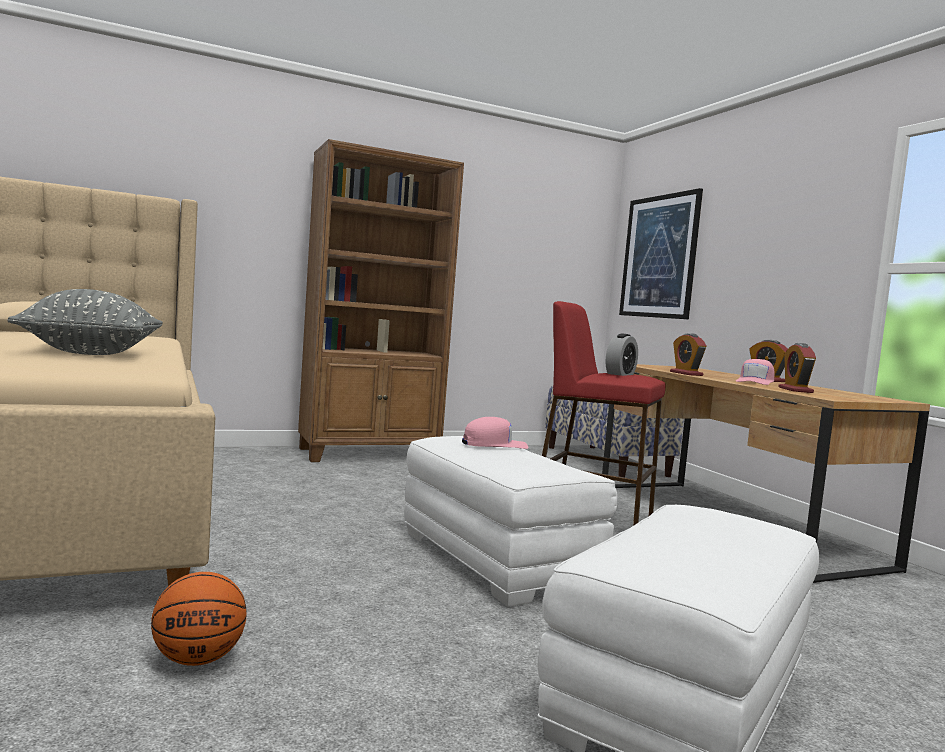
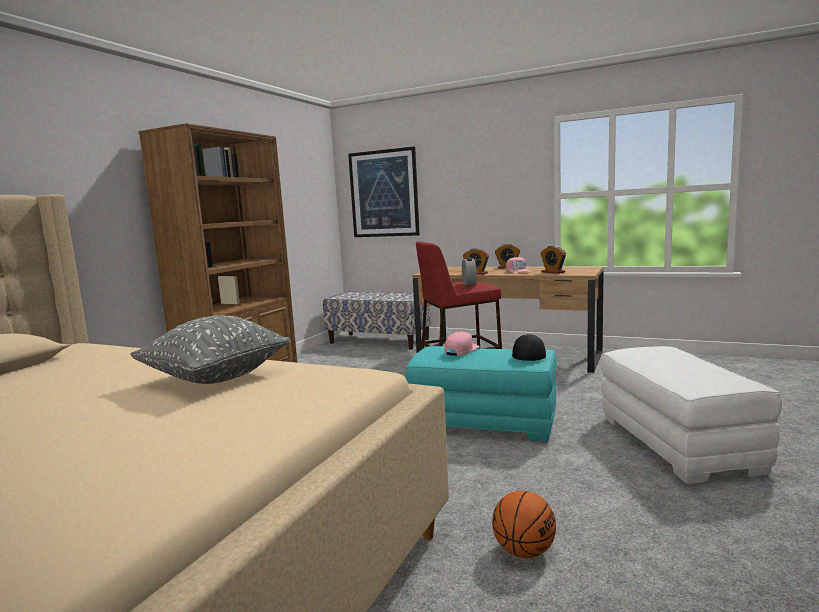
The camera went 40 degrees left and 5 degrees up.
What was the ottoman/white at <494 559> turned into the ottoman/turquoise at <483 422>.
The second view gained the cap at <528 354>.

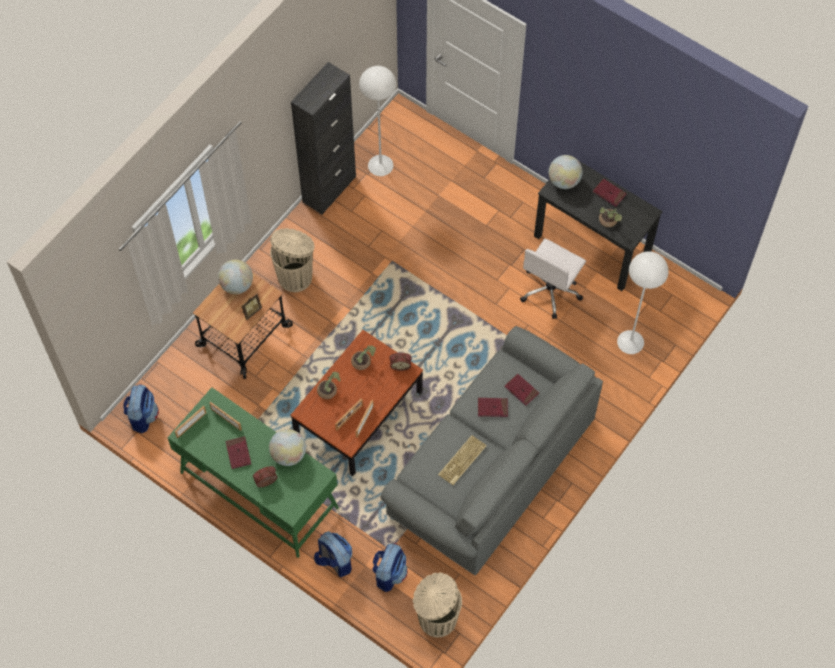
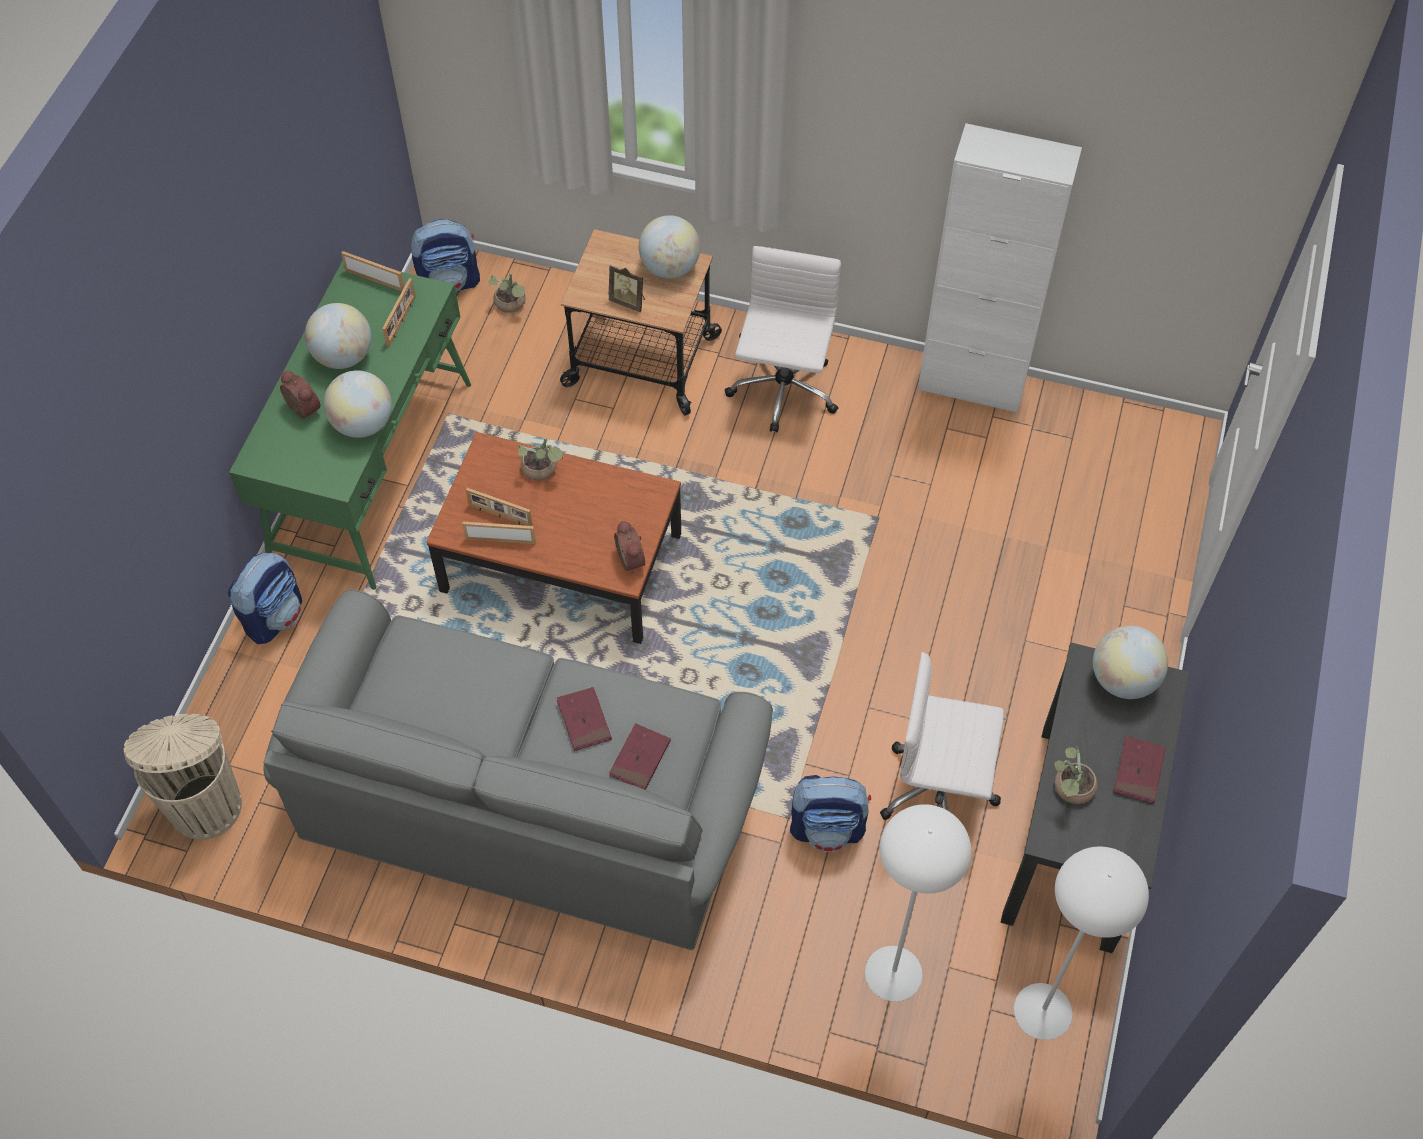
The camera went 70 degrees right and 5 degrees down.
Where the book/red stood at <238 453>, the globe came to stand at <343 356>.
Where the trash can/beige stood at <295 276>, the office chair/white came to stand at <782 392>.
What was the cabinet/black at <329 189> turned into the cabinet/white at <972 384>.
The potted plant ended up elsewhere, having gone from <363 362> to <511 305>.
The floor lamp/white ended up elsewhere, having gone from <380 165> to <1042 1011>.
The backpack ended up elsewhere, having gone from <389 573> to <828 828>.
The second view lost the keyboard at <462 461>.

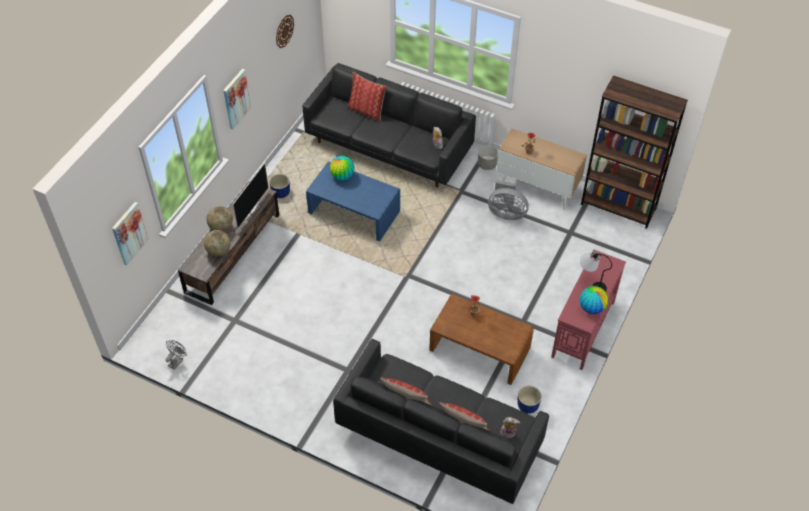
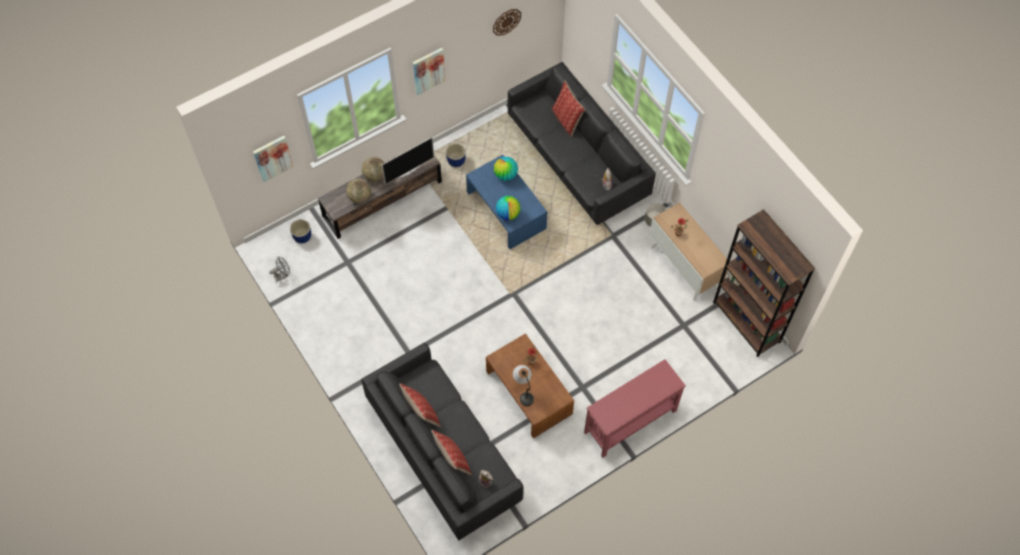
The camera went 30 degrees right and 10 degrees up.
The second view lost the fan/grey at <506 213>.
The planter/blue ended up elsewhere, having gone from <528 406> to <302 237>.
The table lamp ended up elsewhere, having gone from <591 283> to <524 390>.
The globe ended up elsewhere, having gone from <591 308> to <508 214>.

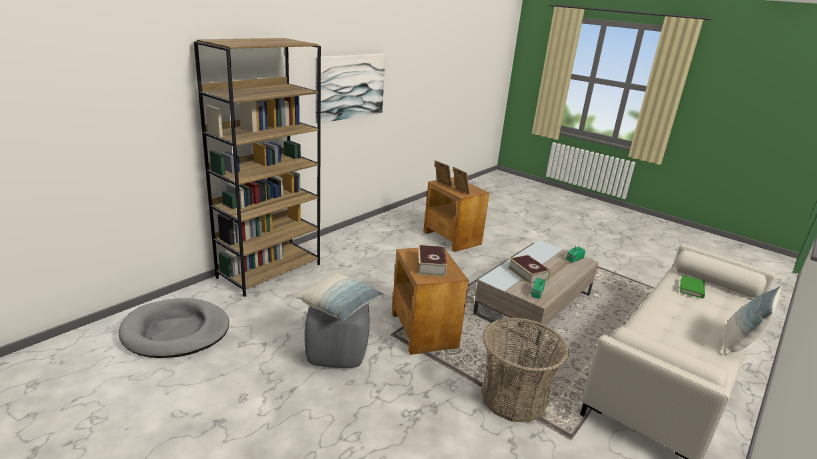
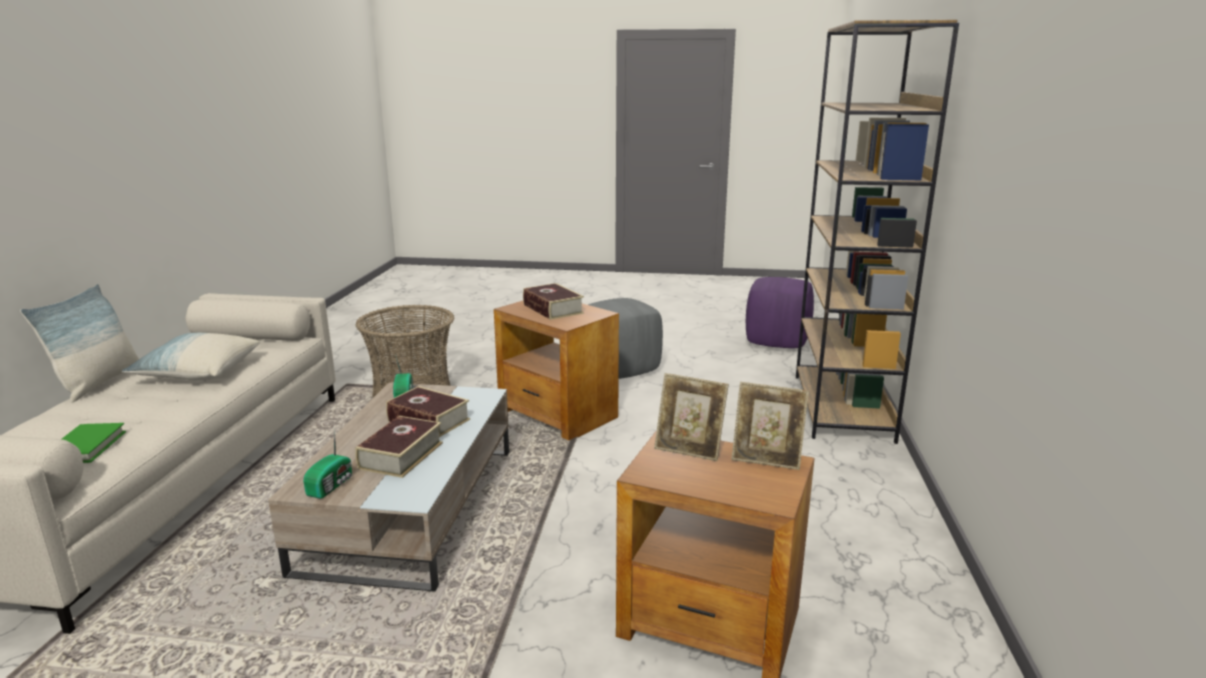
The camera went 150 degrees right and 5 degrees down.
Where the dog bed/grey stood at <176 332>, the ottoman/purple came to stand at <776 342>.
The pillow ended up elsewhere, having gone from <340 305> to <198 373>.
The second view lost the picture at <350 86>.
The second view gained the book at <401 455>.

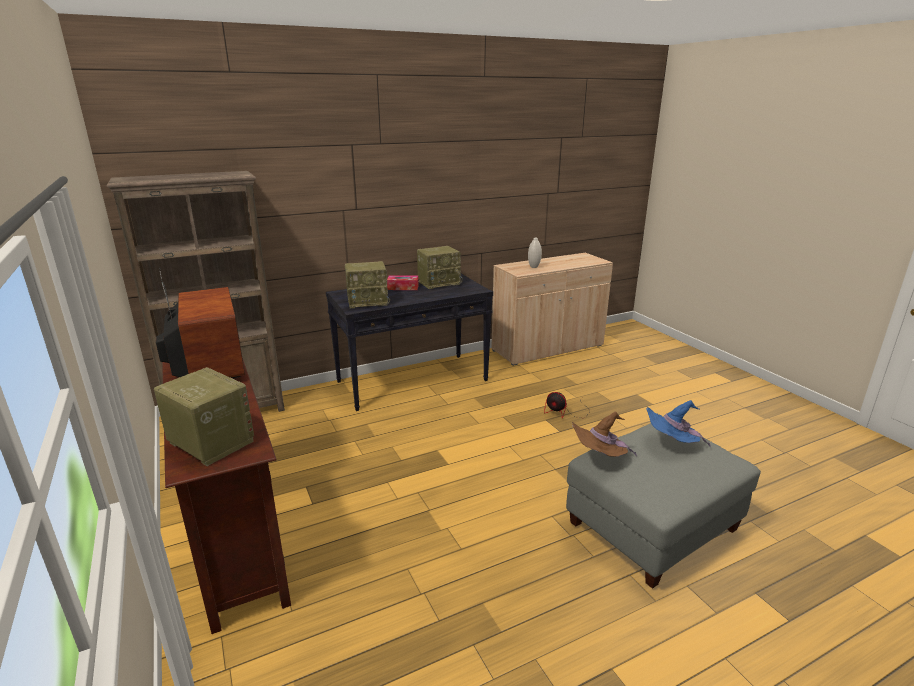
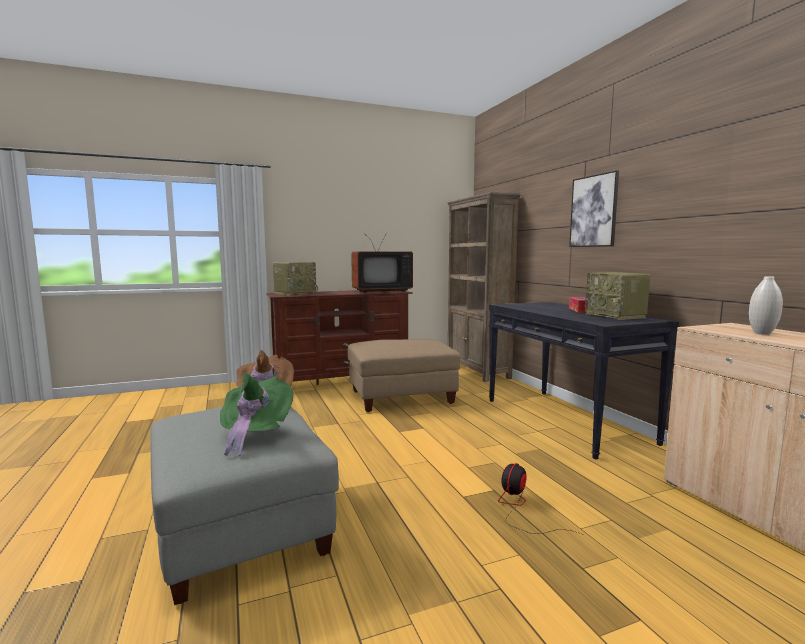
The camera went 95 degrees right and 15 degrees down.
The second view lost the radio at <368 301>.
What was the hat/blue at <671 444> turned into the hat/green at <255 434>.
The second view gained the ottoman/beige at <402 397>.
The second view gained the picture at <593 211>.

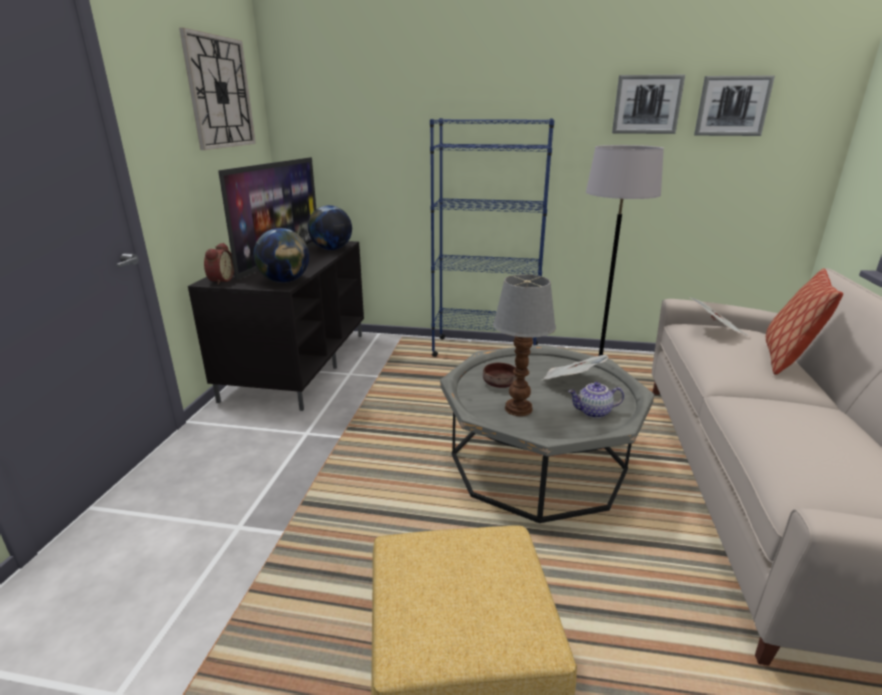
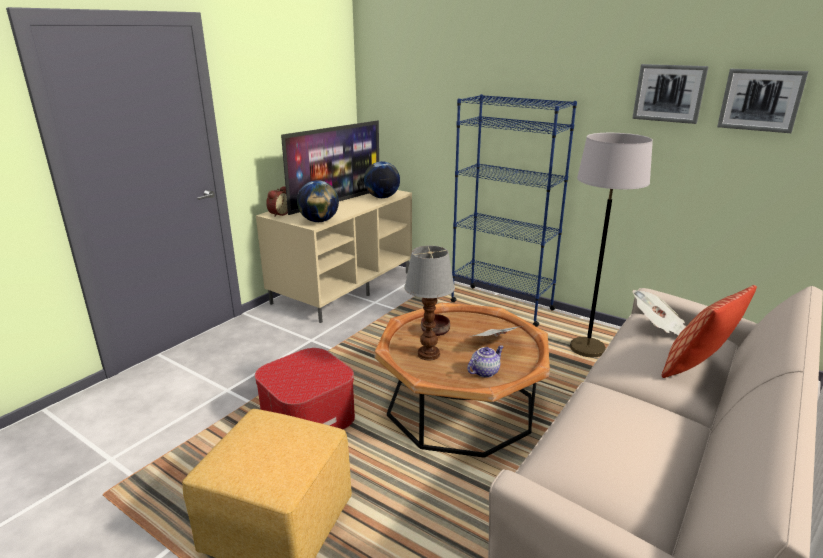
The camera went 25 degrees right and 0 degrees up.
The second view lost the wall clock at <220 92>.
What was the tv stand/black at <297 364> turned into the tv stand/beige at <343 286>.
What was the coffee table/grey at <537 463> turned into the coffee table/brown at <460 406>.
The teapot at <593 412> ended up facing another way, 120 degrees clockwise from before.
The second view gained the ottoman at <308 417>.

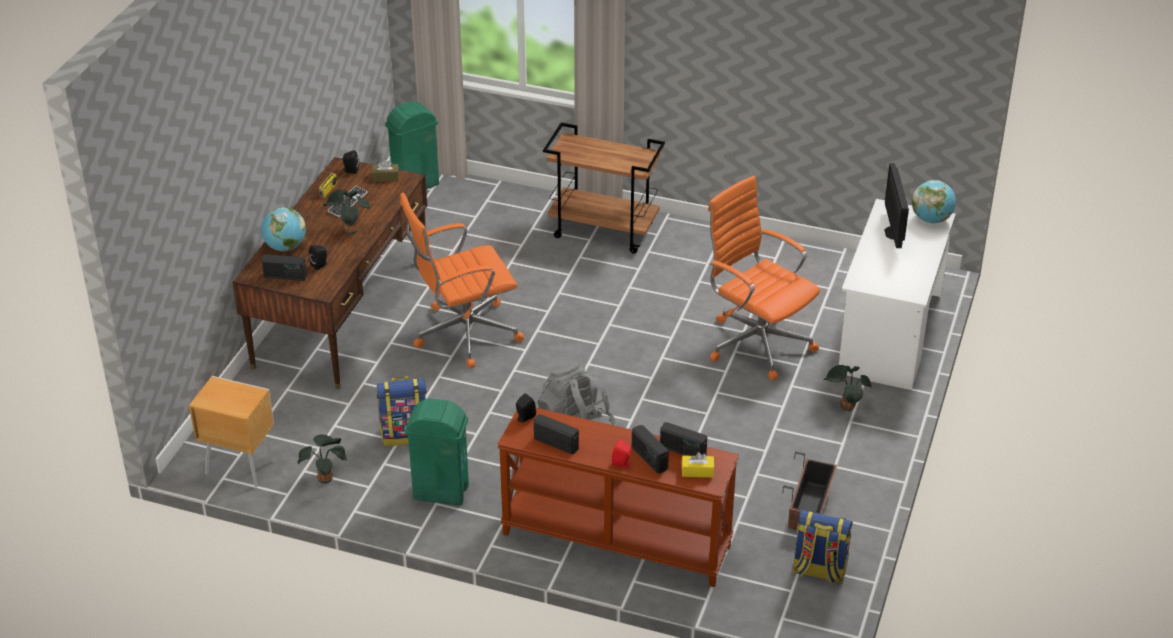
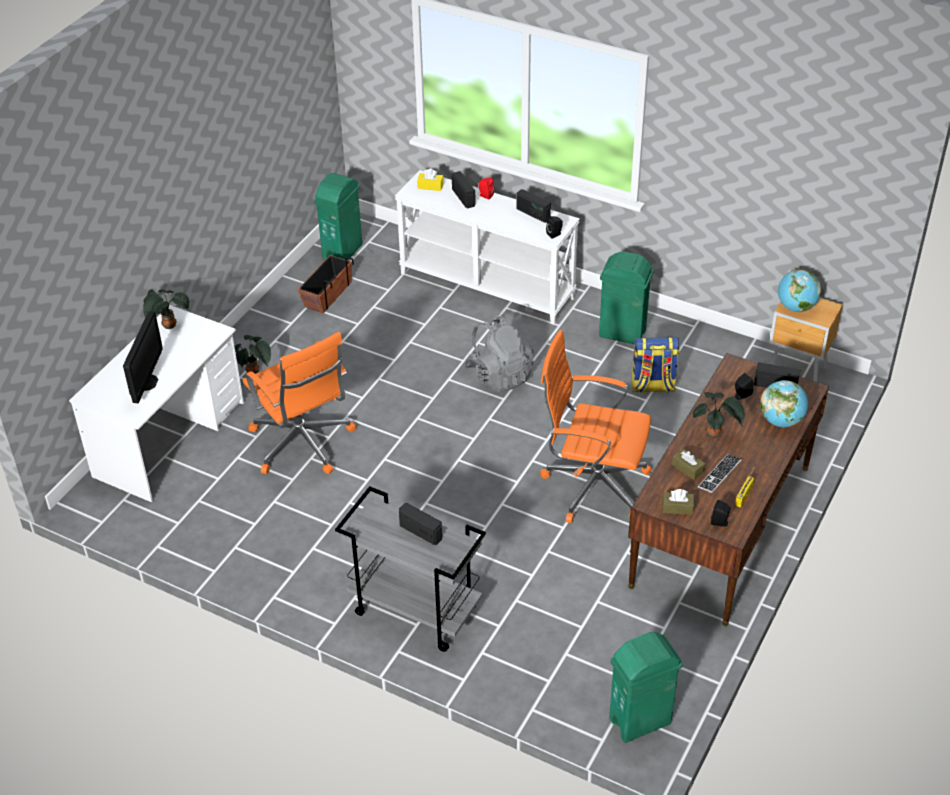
The camera went 170 degrees left and 5 degrees up.
The potted plant ended up elsewhere, having gone from <326 478> to <168 326>.
The office chair/orange at <463 334> ended up facing another way, 150 degrees counterclockwise from before.
What was the console table/brown at <615 541> turned into the console table/white at <488 285>.
What was the cart/brown at <604 230> turned into the cart/grey at <414 611>.
The radio ended up elsewhere, having gone from <682 451> to <421 532>.
Where the backpack stood at <819 571>, the trash can/green came to stand at <343 252>.
The globe ended up elsewhere, having gone from <931 219> to <796 307>.
The second view gained the tissue box/brown at <688 468>.

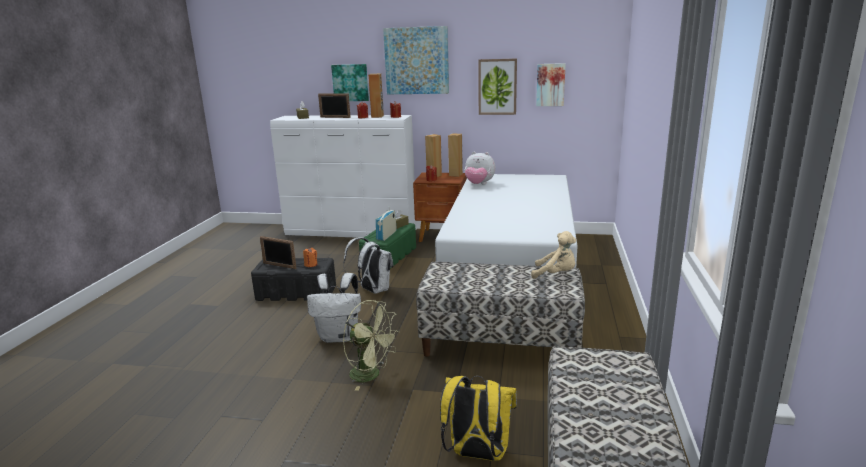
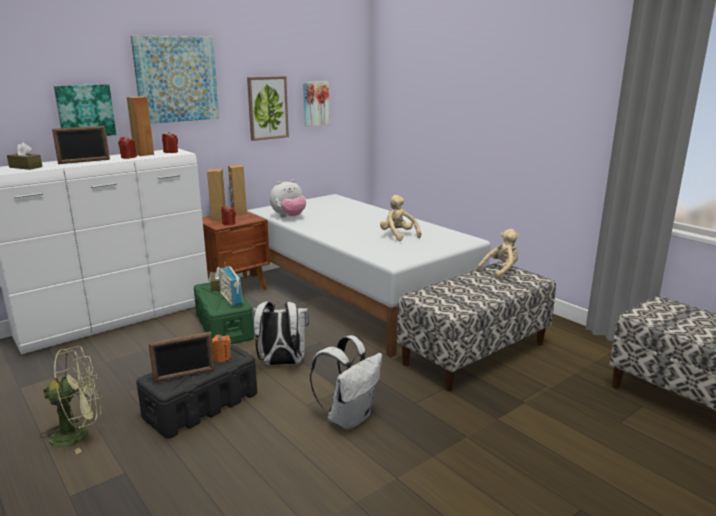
The camera went 50 degrees left and 0 degrees up.
The fan/green ended up elsewhere, having gone from <371 375> to <79 434>.
The second view lost the backpack/yellow at <476 454>.
The second view gained the plush toy/beige at <398 236>.

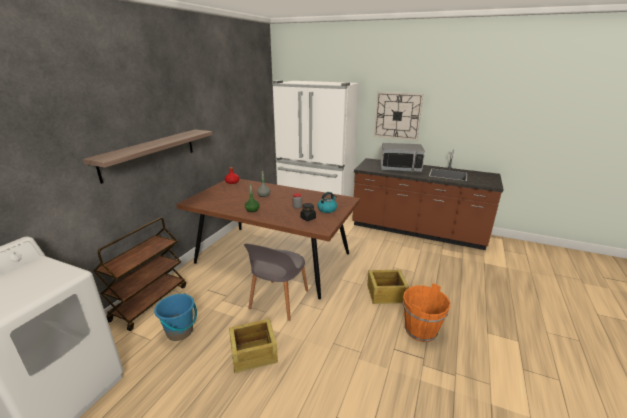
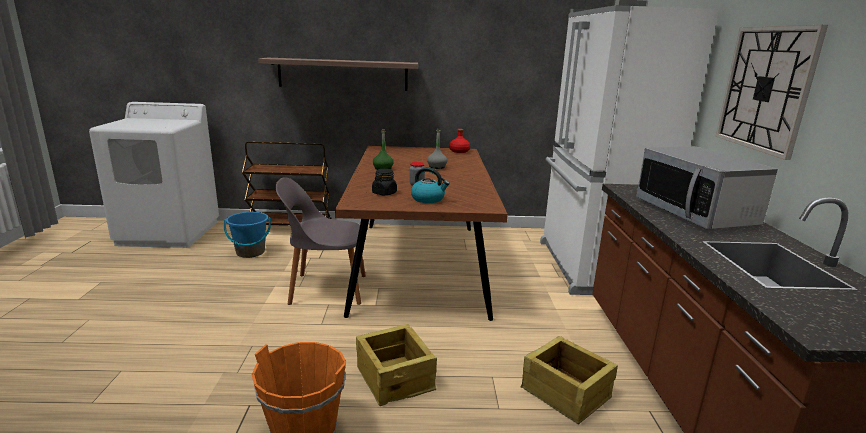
The camera went 65 degrees right and 5 degrees down.
The crate ended up elsewhere, having gone from <254 354> to <566 394>.

